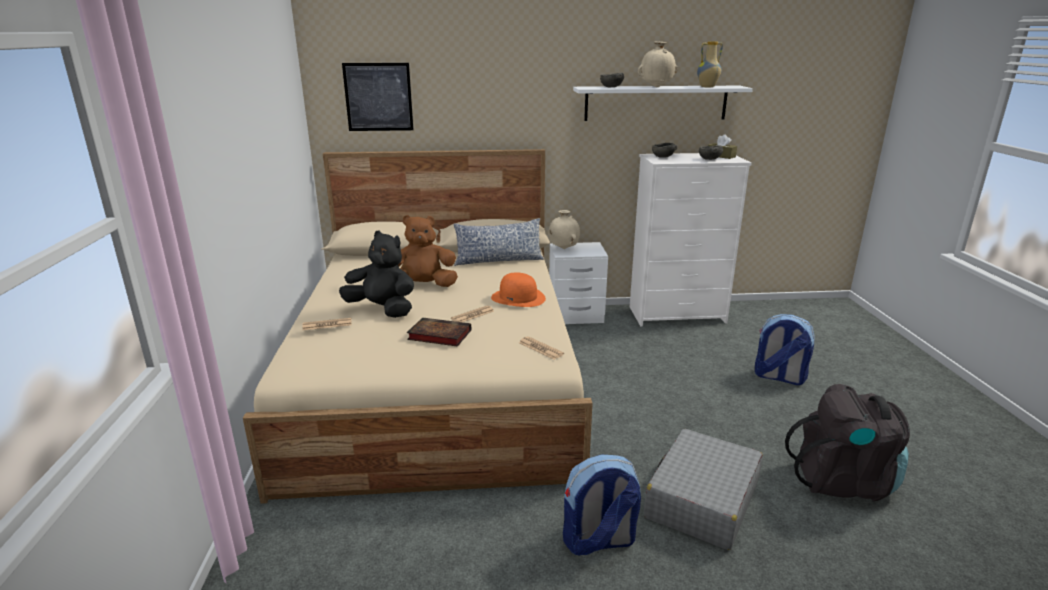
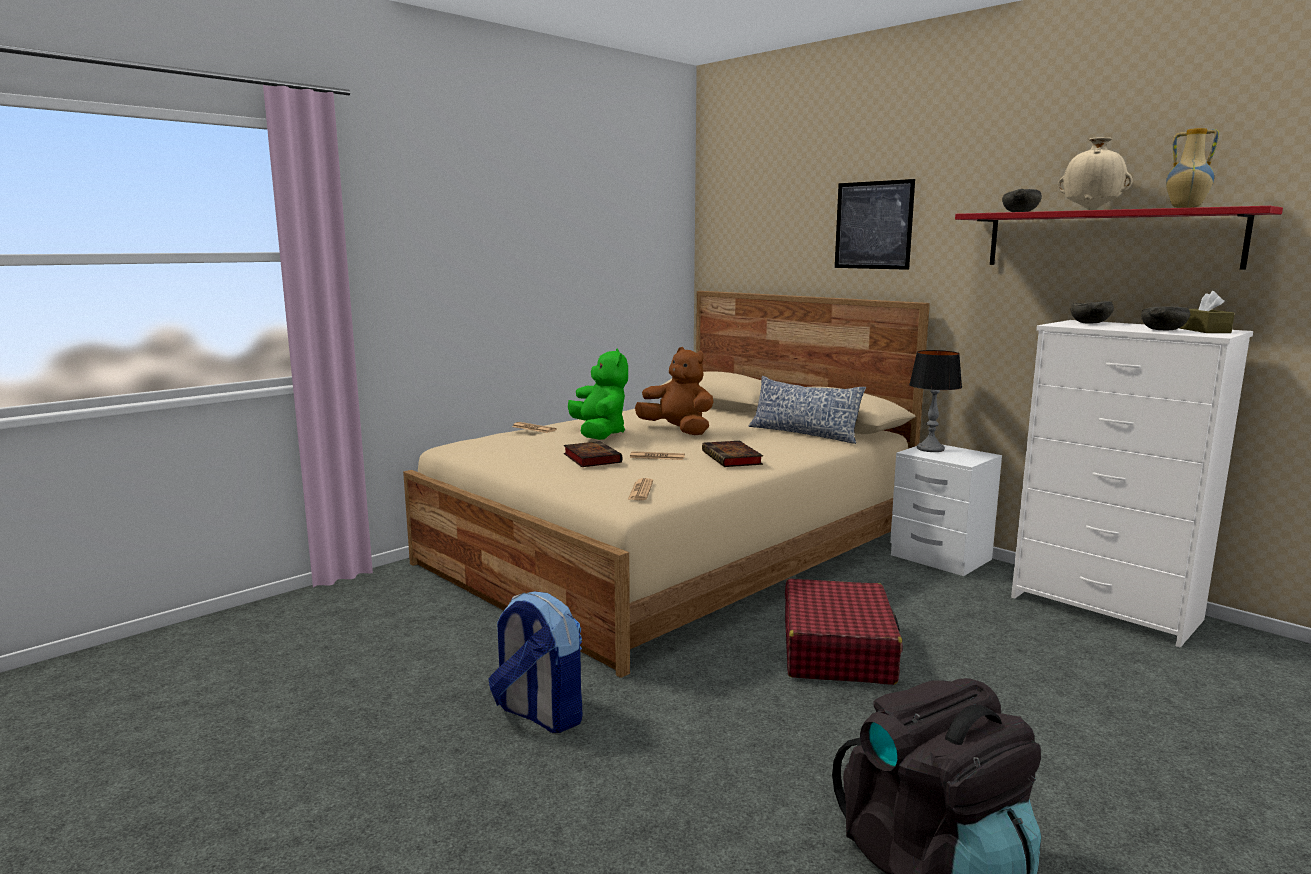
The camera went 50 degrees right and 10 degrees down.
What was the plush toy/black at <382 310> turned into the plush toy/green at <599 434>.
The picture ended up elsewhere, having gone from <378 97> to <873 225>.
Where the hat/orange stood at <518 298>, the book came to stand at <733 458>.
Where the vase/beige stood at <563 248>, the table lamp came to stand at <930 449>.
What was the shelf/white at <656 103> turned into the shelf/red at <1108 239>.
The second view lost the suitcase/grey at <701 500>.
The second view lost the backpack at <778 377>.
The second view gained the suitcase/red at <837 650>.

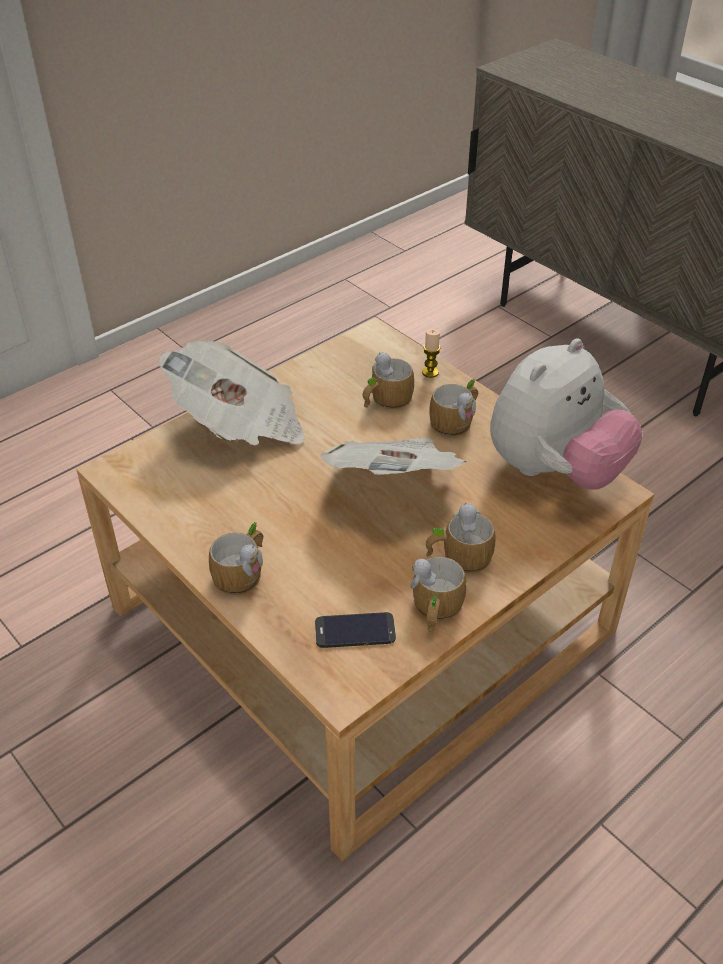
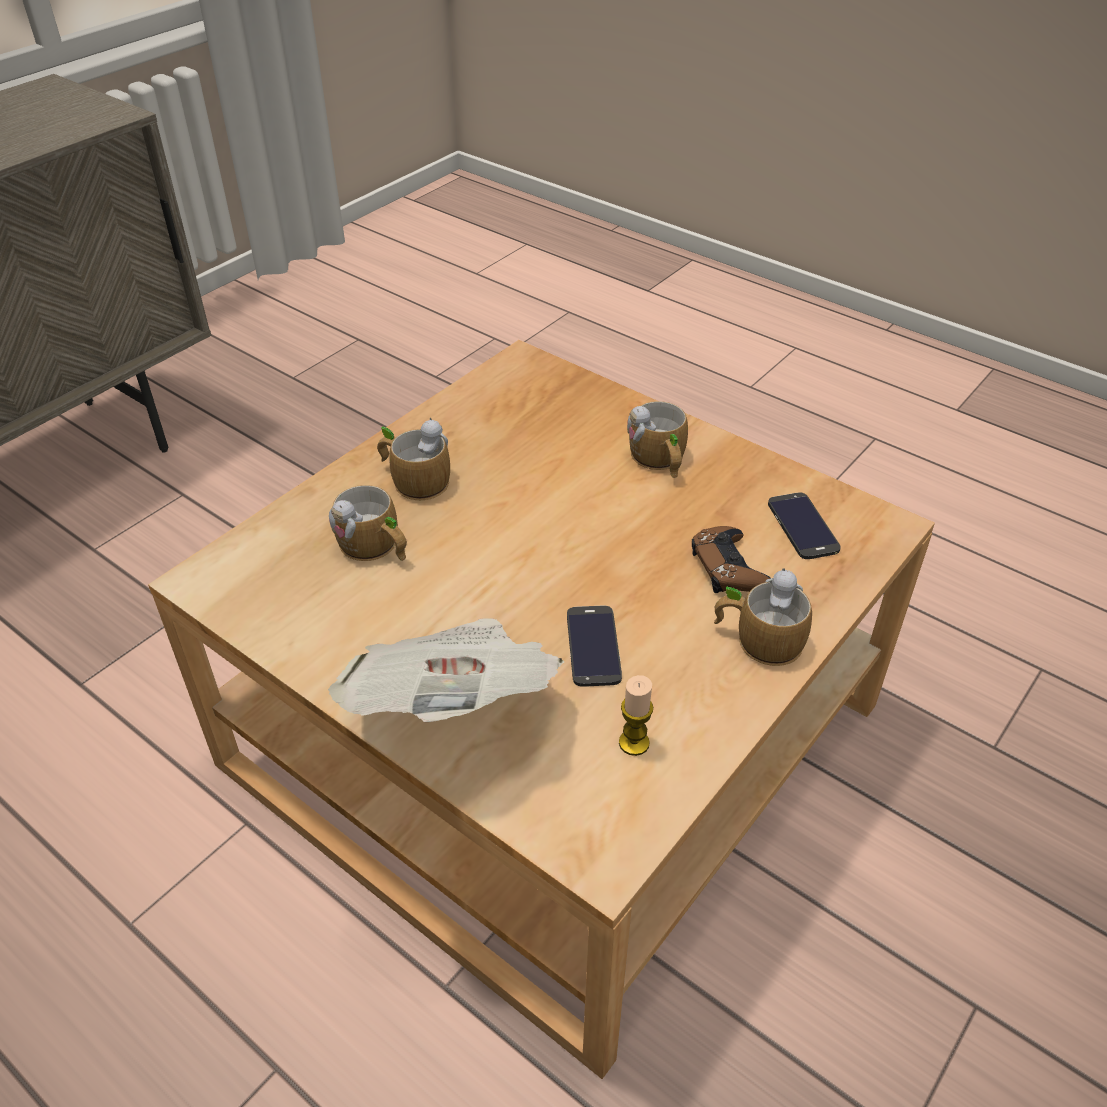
The camera went 100 degrees left and 0 degrees up.
The second view lost the newspaper at <394 483>.
The second view lost the mug at <435 609>.
The candle ended up elsewhere, having gone from <430 372> to <634 743>.
The second view lost the plush toy at <554 471>.
The second view gained the phone at <593 646>.
The second view gained the game controller/brown at <728 568>.

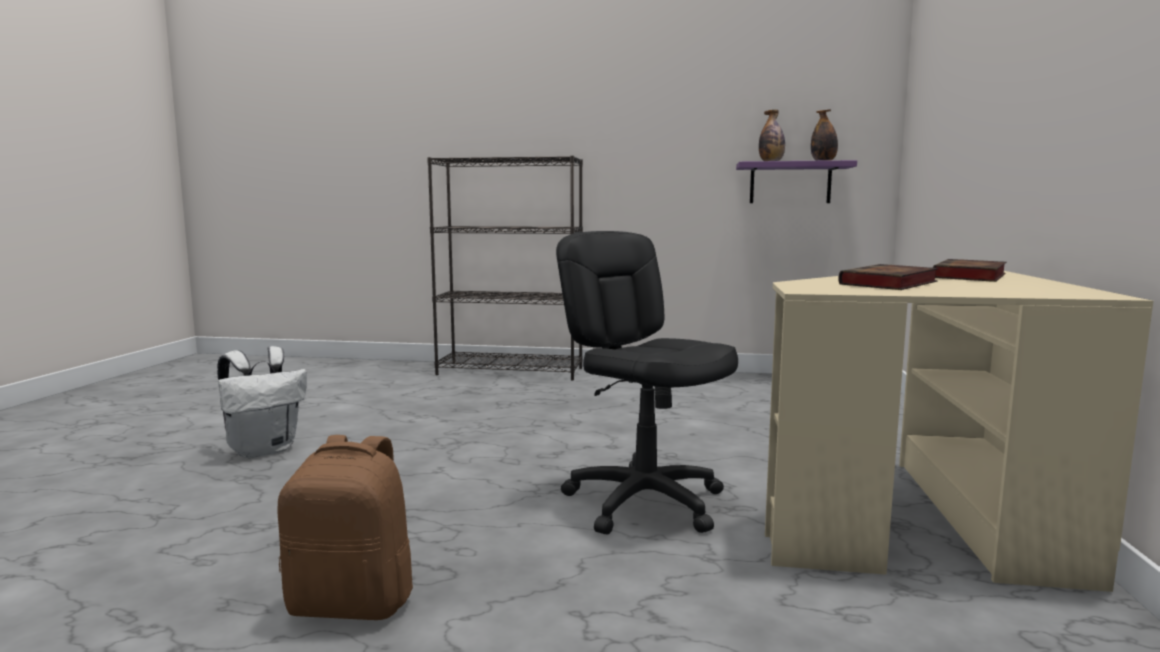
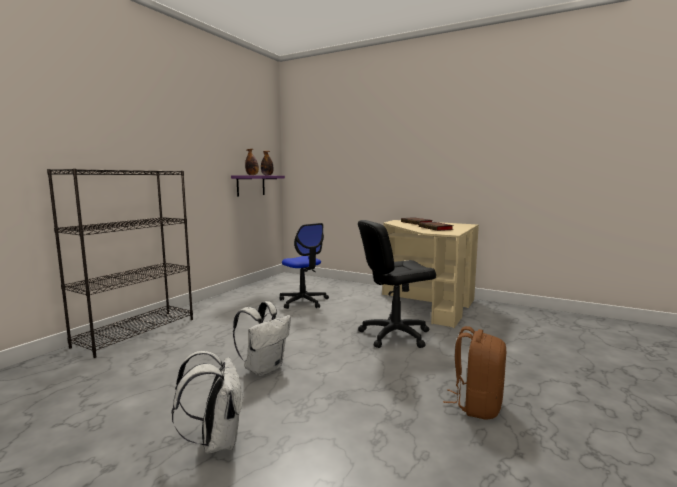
The camera went 70 degrees left and 0 degrees up.
The second view gained the backpack/white at <264 368>.
The second view gained the office chair at <303 301>.

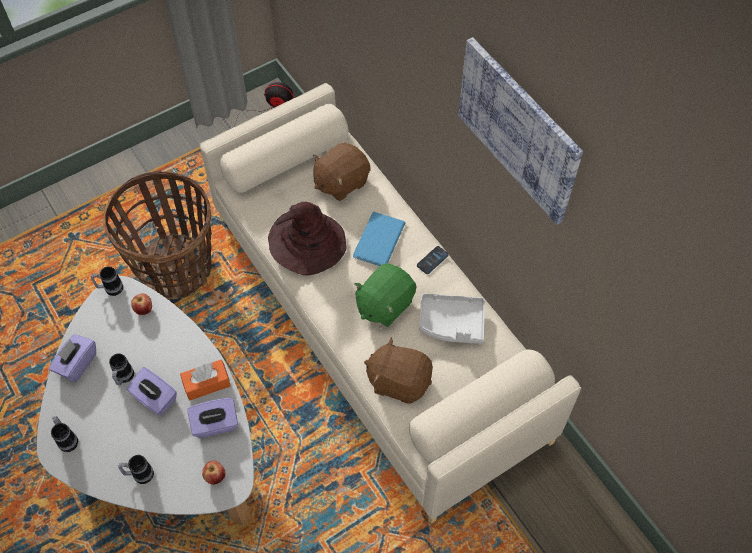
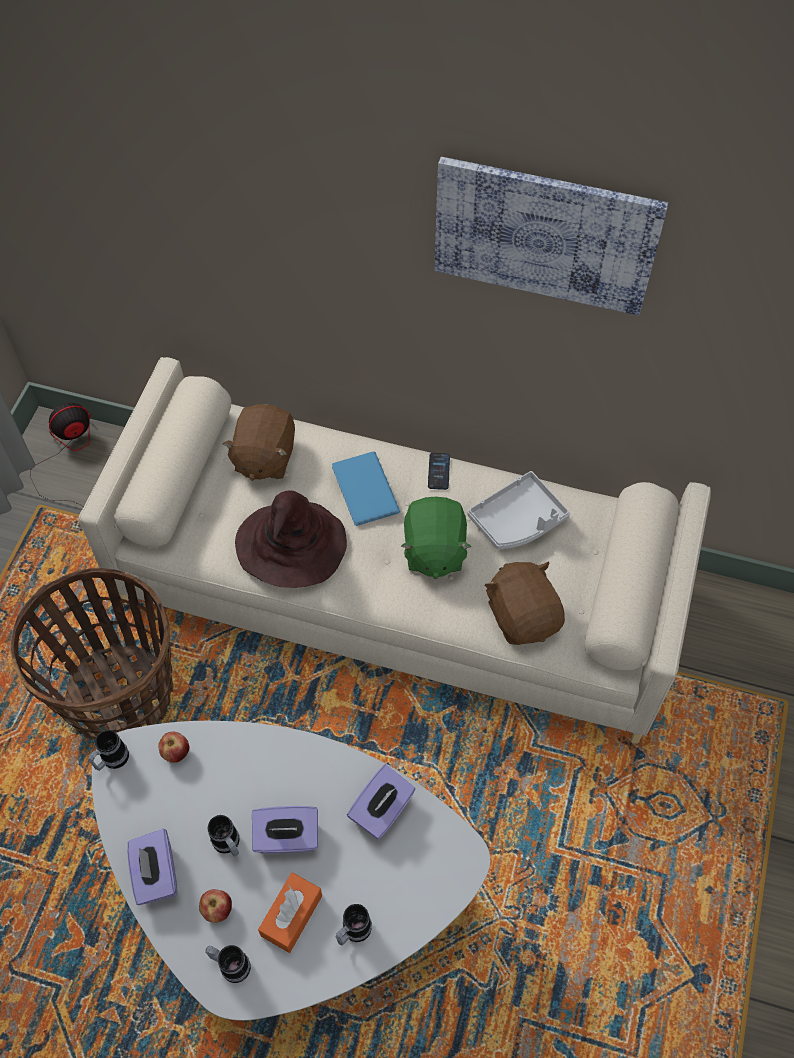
The camera went 40 degrees left and 0 degrees up.
The tissue box/orange ended up elsewhere, having gone from <206 383> to <291 915>.
The apple ended up elsewhere, having gone from <215 476> to <218 909>.
The plush toy/brown at <399 381> ended up facing another way, 90 degrees clockwise from before.

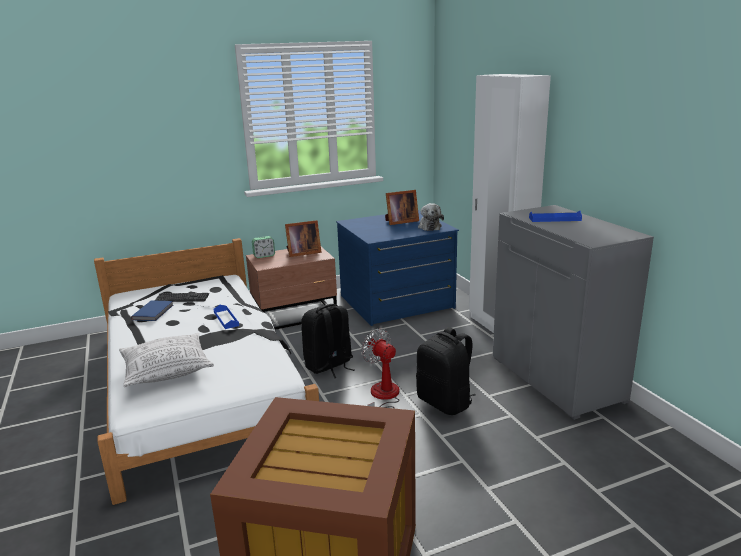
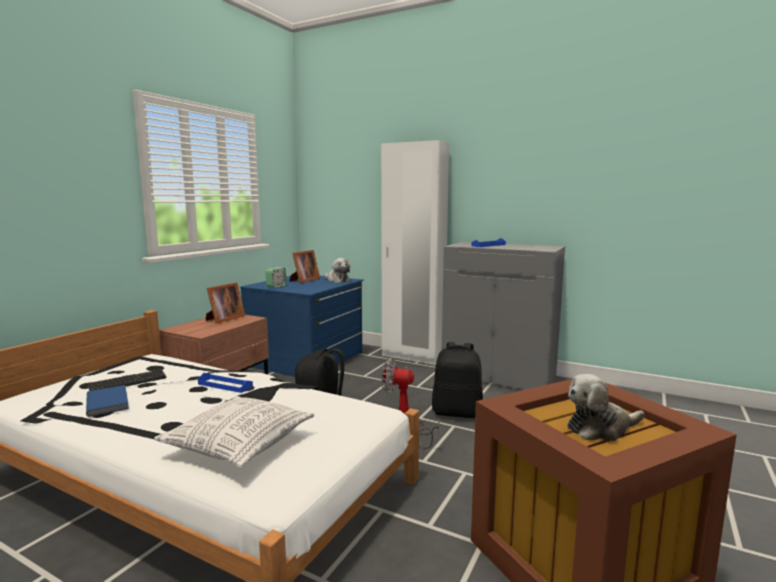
The camera went 40 degrees left and 10 degrees down.
The alarm clock ended up elsewhere, having gone from <264 256> to <276 286>.
The second view gained the plush toy at <600 428>.

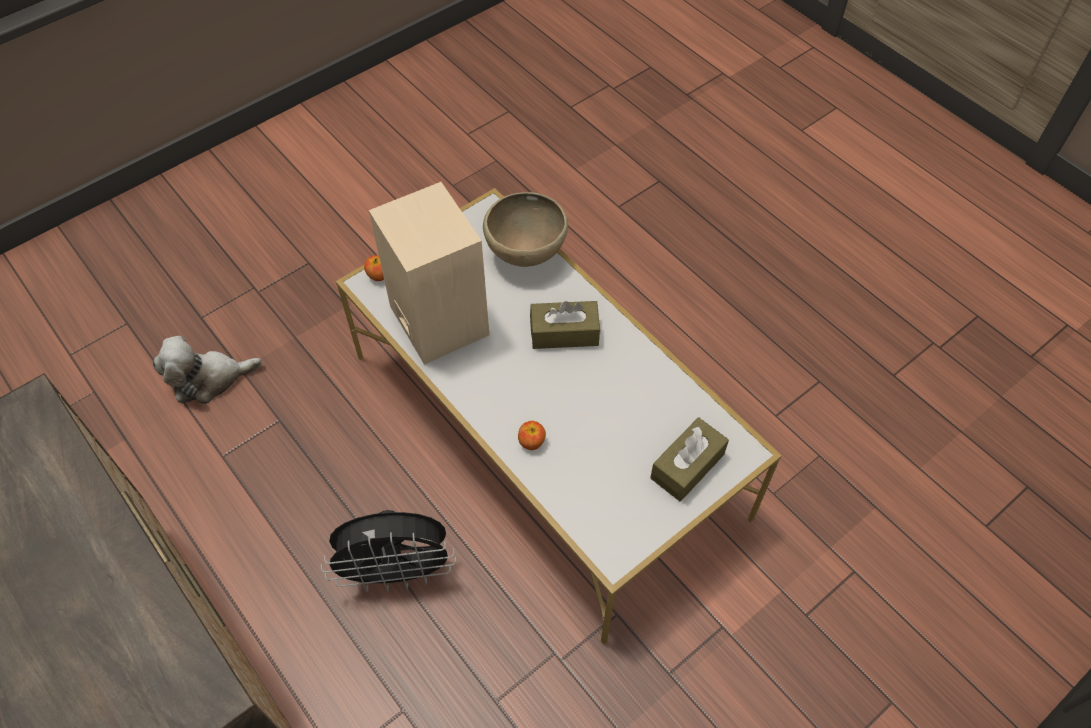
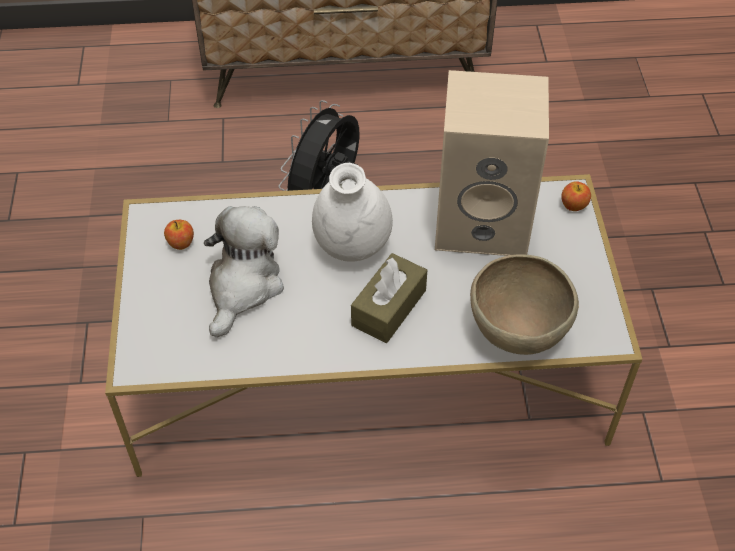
The camera went 125 degrees right and 5 degrees down.
The plush toy ended up elsewhere, having gone from <209 379> to <243 286>.
The apple ended up elsewhere, having gone from <532 442> to <181 243>.
The second view lost the tissue box/brown at <687 466>.
The second view gained the vase/white at <352 247>.

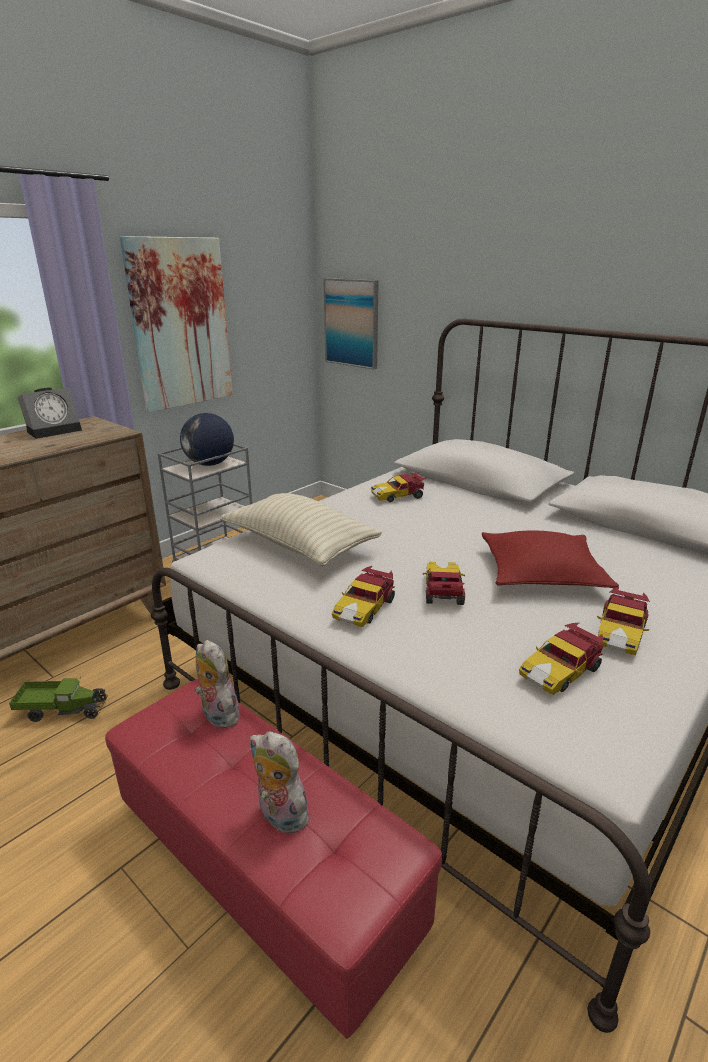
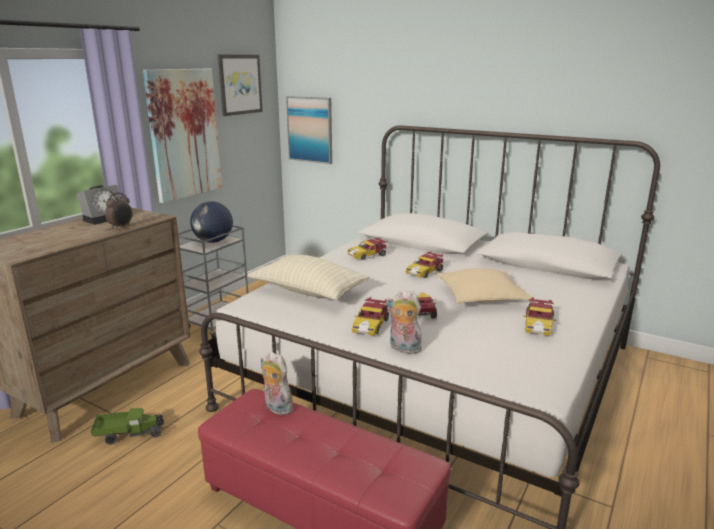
The camera went 10 degrees left and 5 degrees down.
The plush toy ended up elsewhere, having gone from <279 816> to <403 348>.
What was the pillow/red at <541 573> turned into the pillow/beige at <481 296>.
The toy car ended up elsewhere, having gone from <560 671> to <425 272>.
The second view gained the alarm clock at <121 227>.
The second view gained the picture at <239 84>.

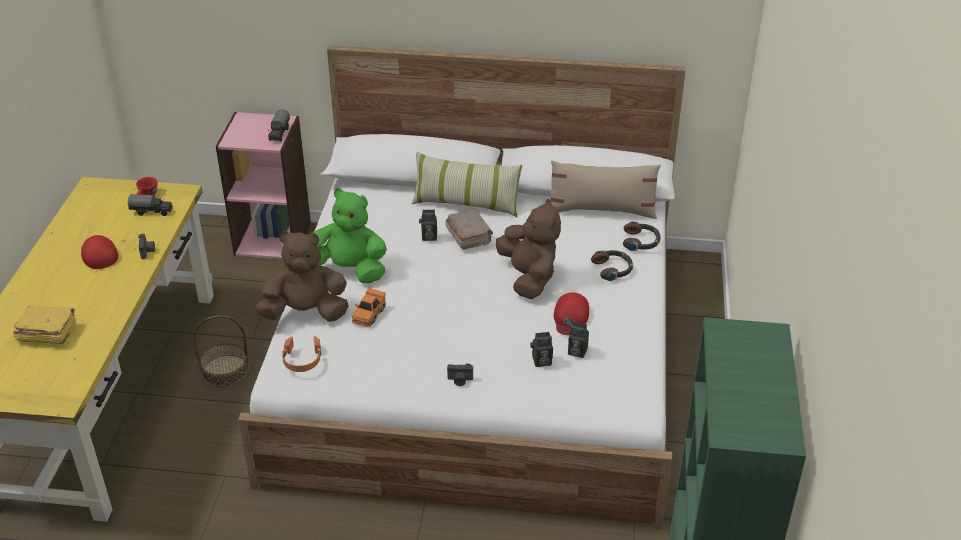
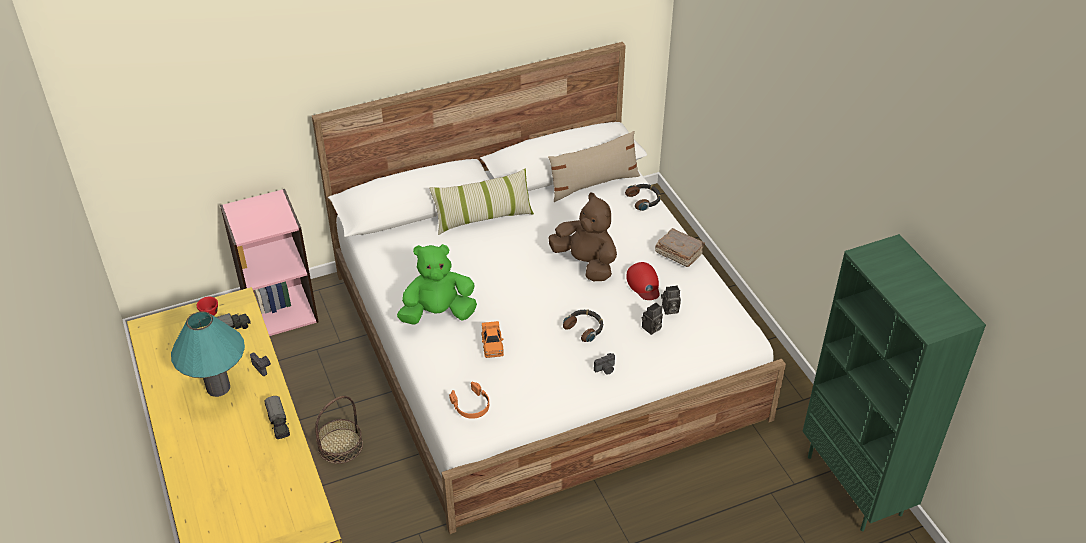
The camera went 30 degrees left and 5 degrees up.
The second view lost the book/yellow at <46 333>.
Where the cap/red stood at <98 254>, the table lamp/turquoise came to stand at <218 387>.
The second view lost the plush toy/brown at <305 313>.
The toy truck ended up elsewhere, having gone from <279 133> to <279 424>.
The second view lost the photo camera at <428 237>.
The book/brown ended up elsewhere, having gone from <468 236> to <678 253>.
The headphones ended up elsewhere, having gone from <613 269> to <584 328>.

